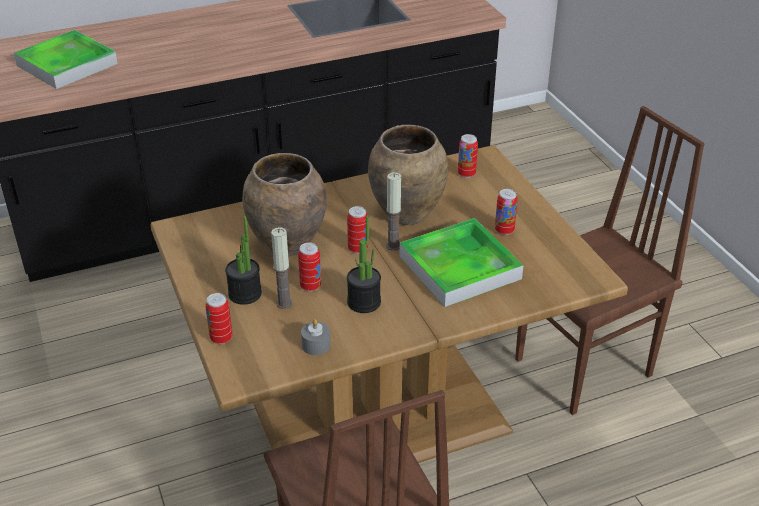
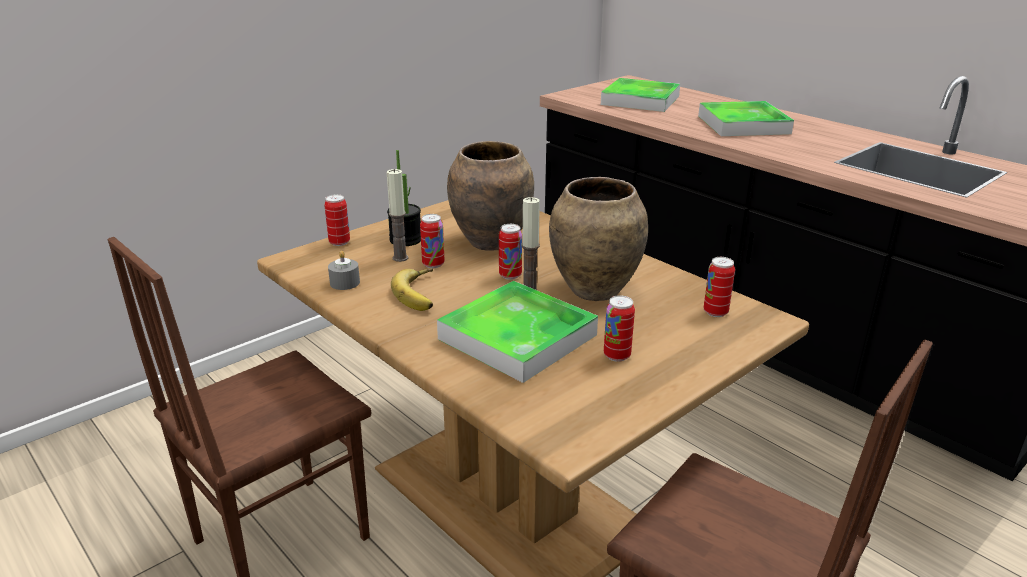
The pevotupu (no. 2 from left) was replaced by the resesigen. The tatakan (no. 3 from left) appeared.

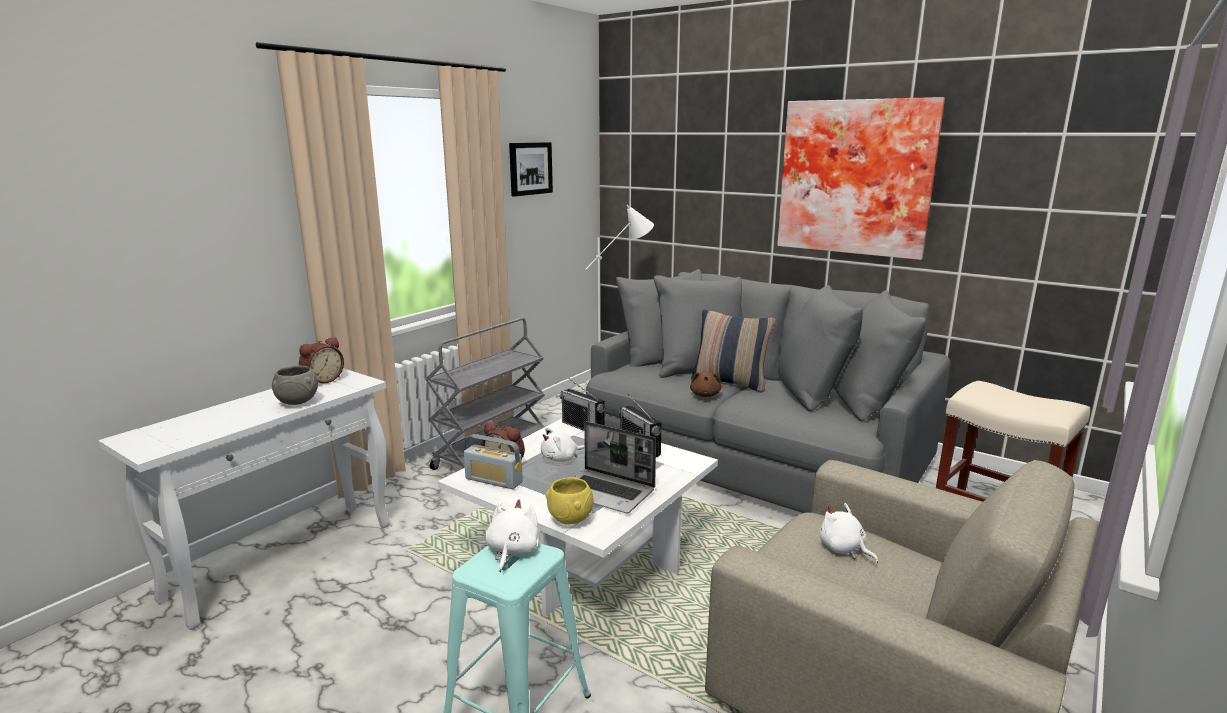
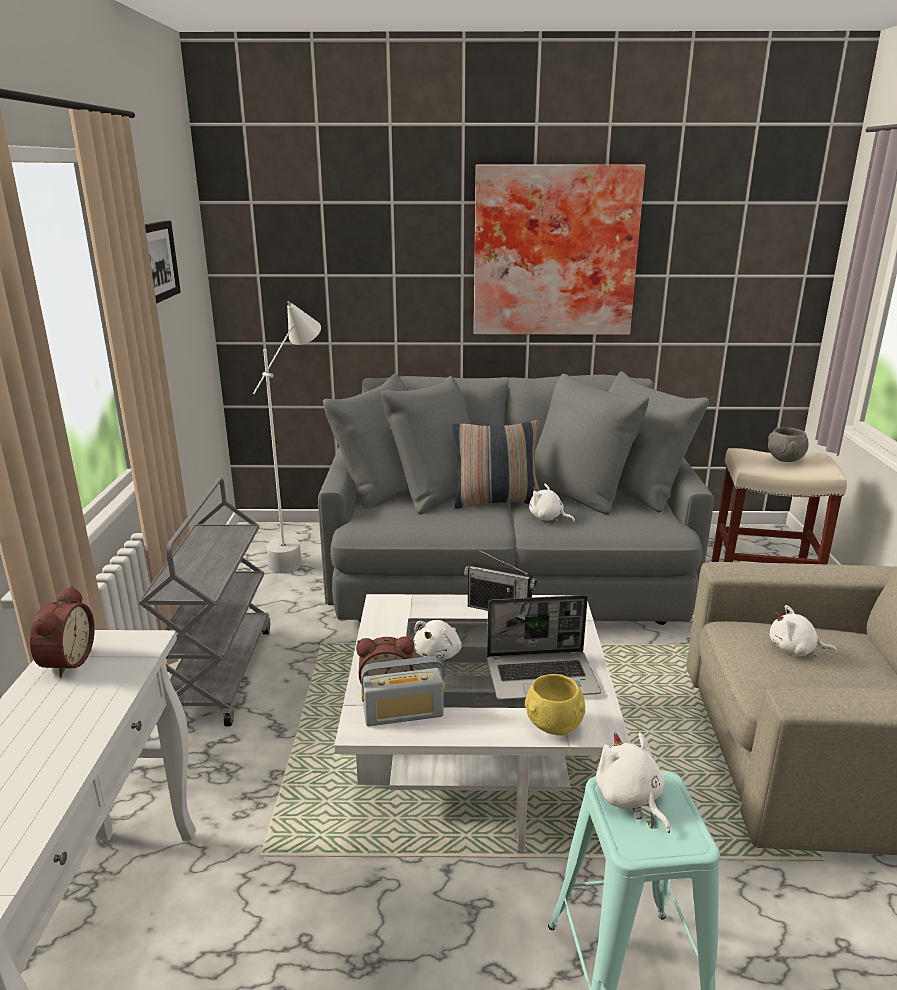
The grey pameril moved. The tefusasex (no. 2 from left) disappeared. The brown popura disappeared. The white popura (no. 2 from left) appeared.

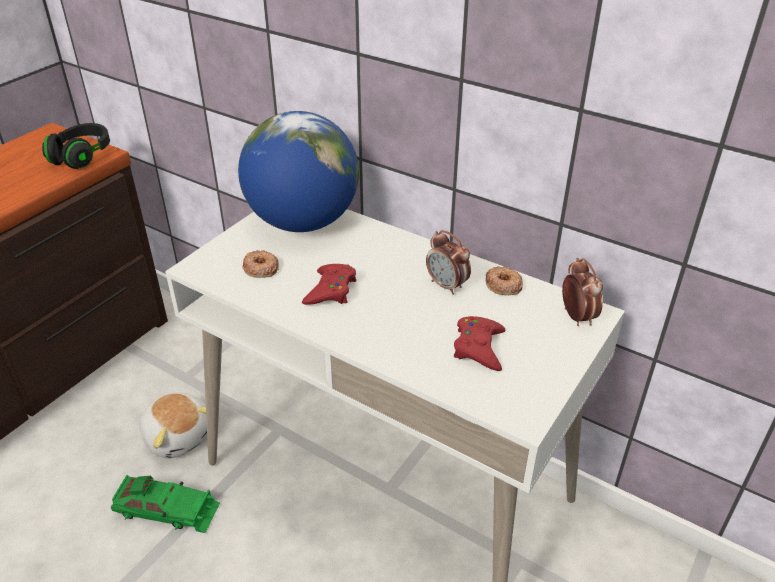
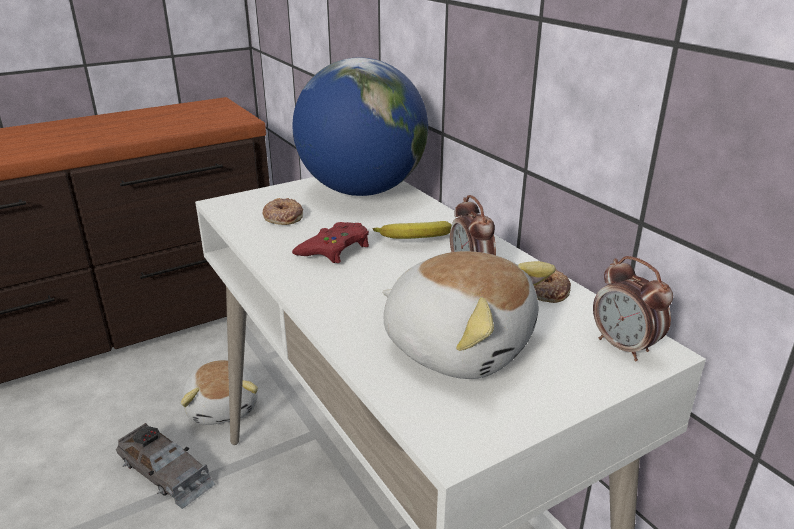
The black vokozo disappeared. The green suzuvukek became the grey suzuvukek. The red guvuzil (no. 2 from left) was replaced by the popura (no. 2 from left). The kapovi (no. 2 from left) turned 135 degrees clockwise. The resesigen appeared.

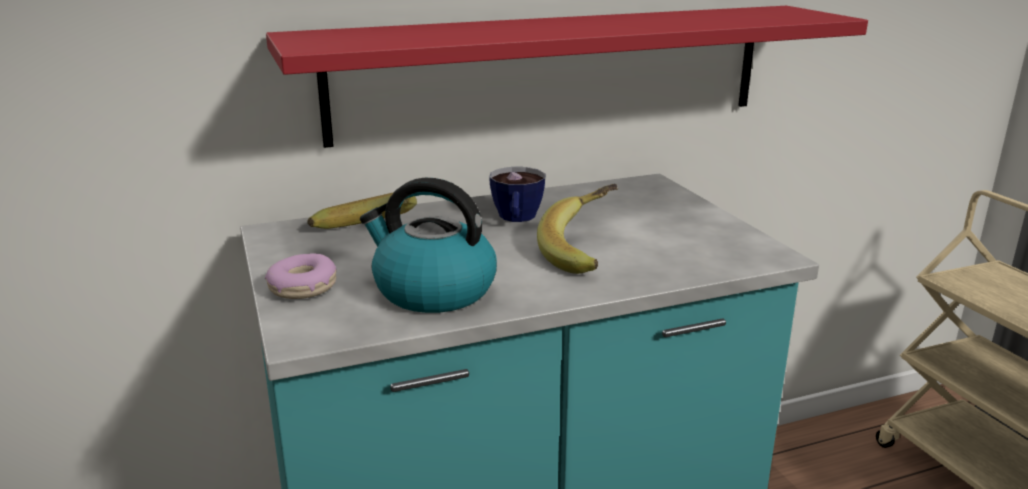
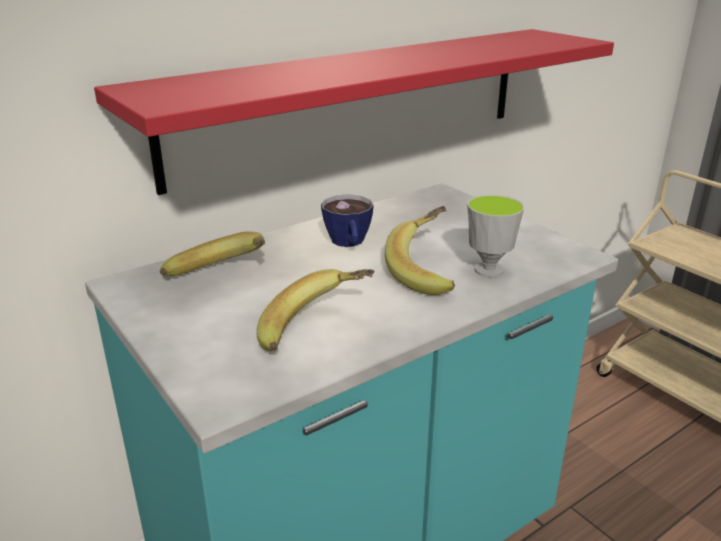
The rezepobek disappeared. The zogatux was replaced by the resesigen (no. 2 from left). The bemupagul (no. 2 from left) appeared.

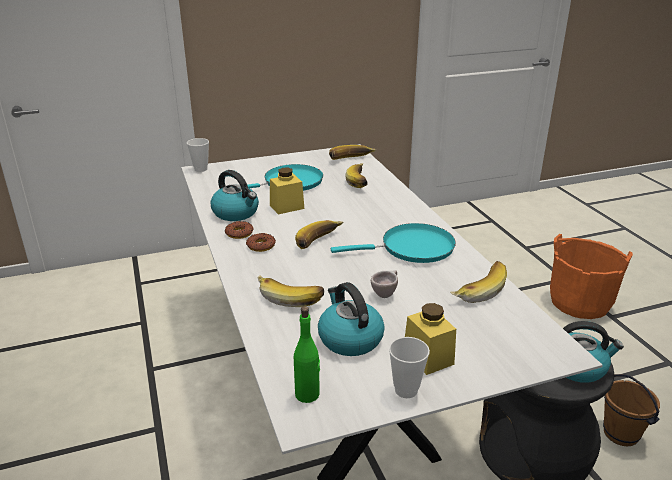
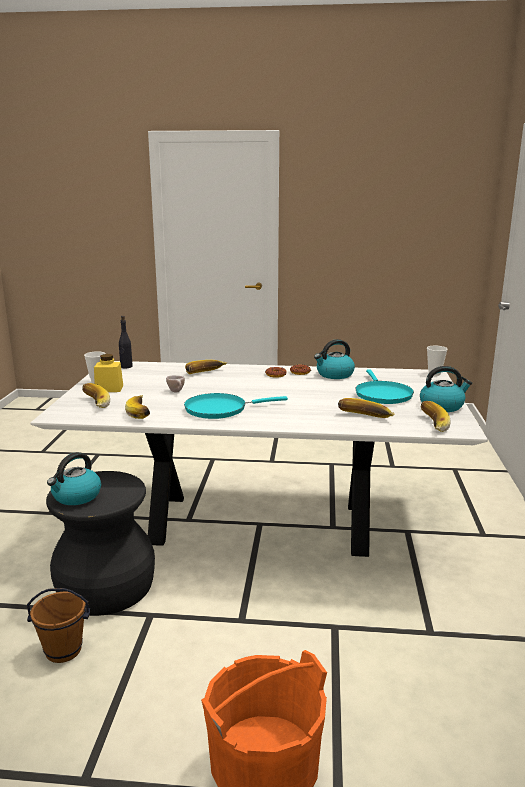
The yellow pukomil (no. 1 from left) disappeared. The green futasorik became the black futasorik. The resesigen (no. 2 from left in the first image) moved. The zogatux (no. 2 from left in the first image) moved. The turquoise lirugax (no. 2 from left in the first image) turned 60 degrees clockwise.

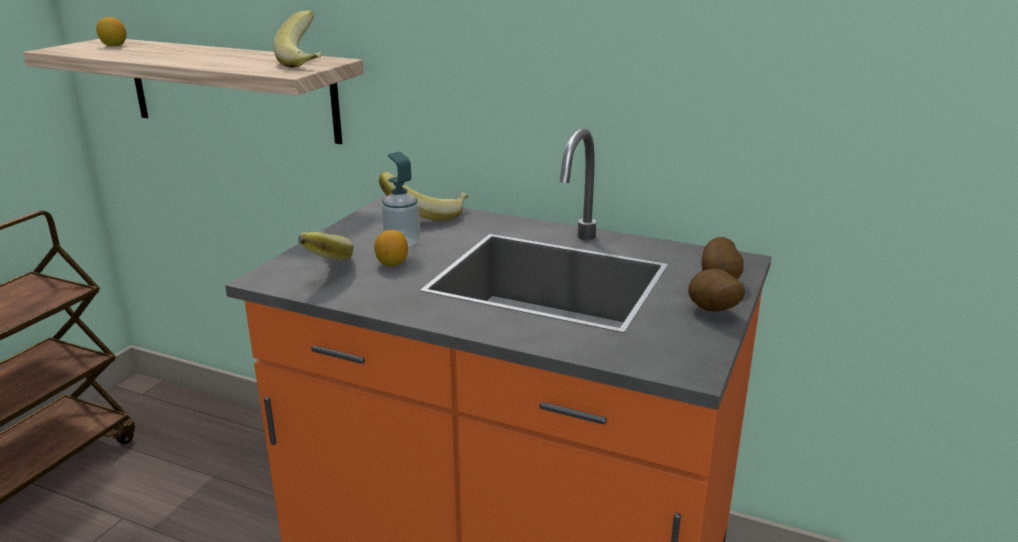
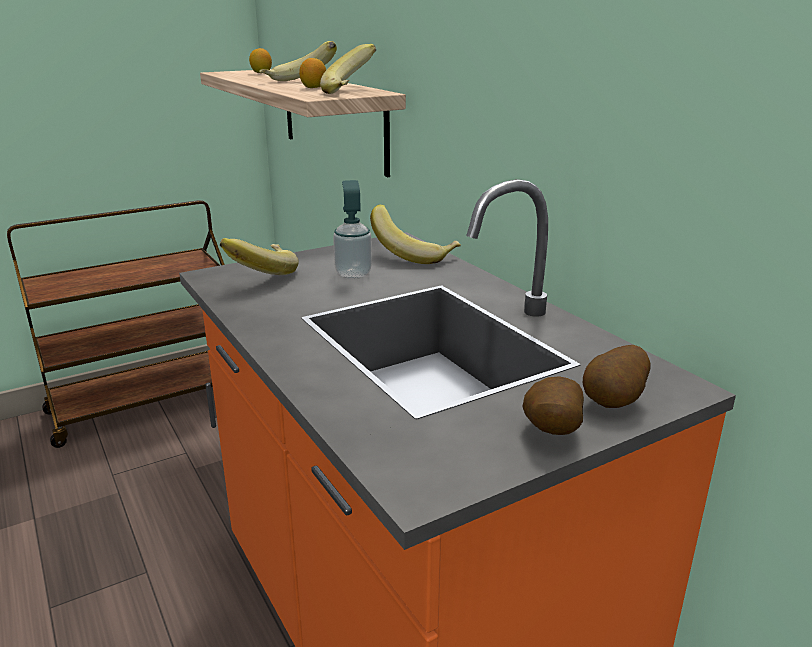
The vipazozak (no. 2 from left) moved. The resesigen (no. 2 from left) appeared.

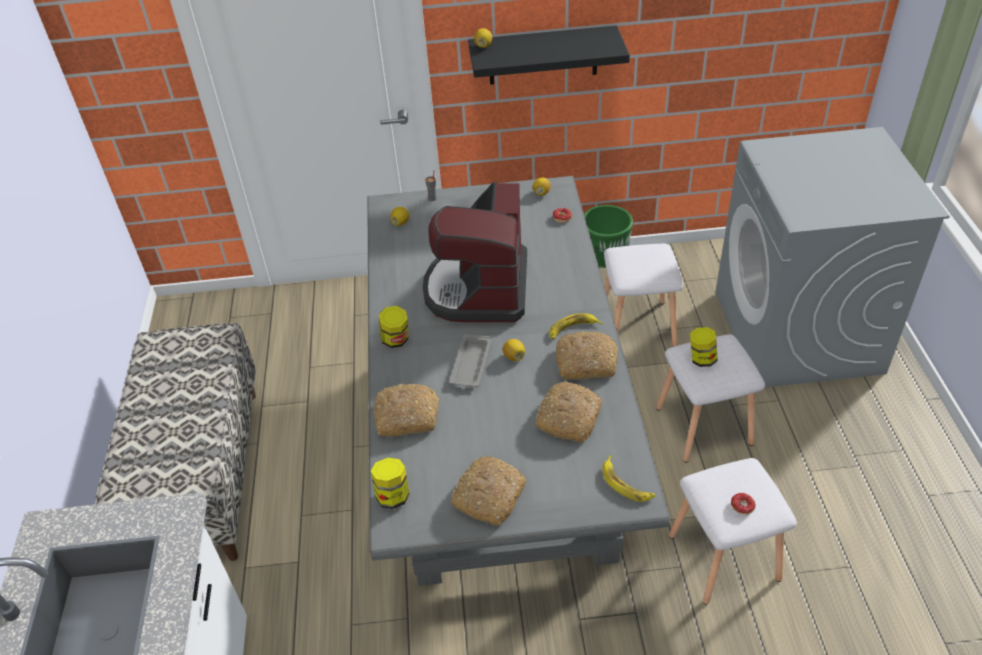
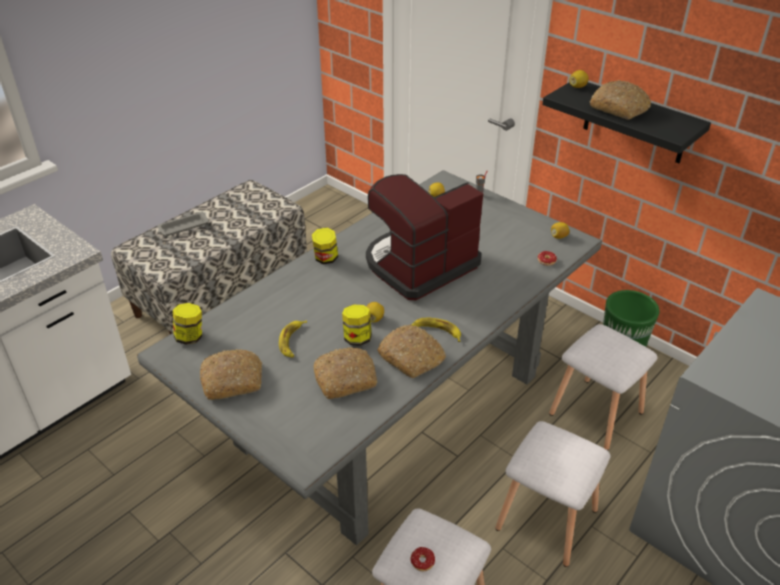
The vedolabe (no. 1 from left in the first image) moved. The grey tatakan moved. The resesigen (no. 2 from left in the first image) moved. The pukomil (no. 3 from left) moved.

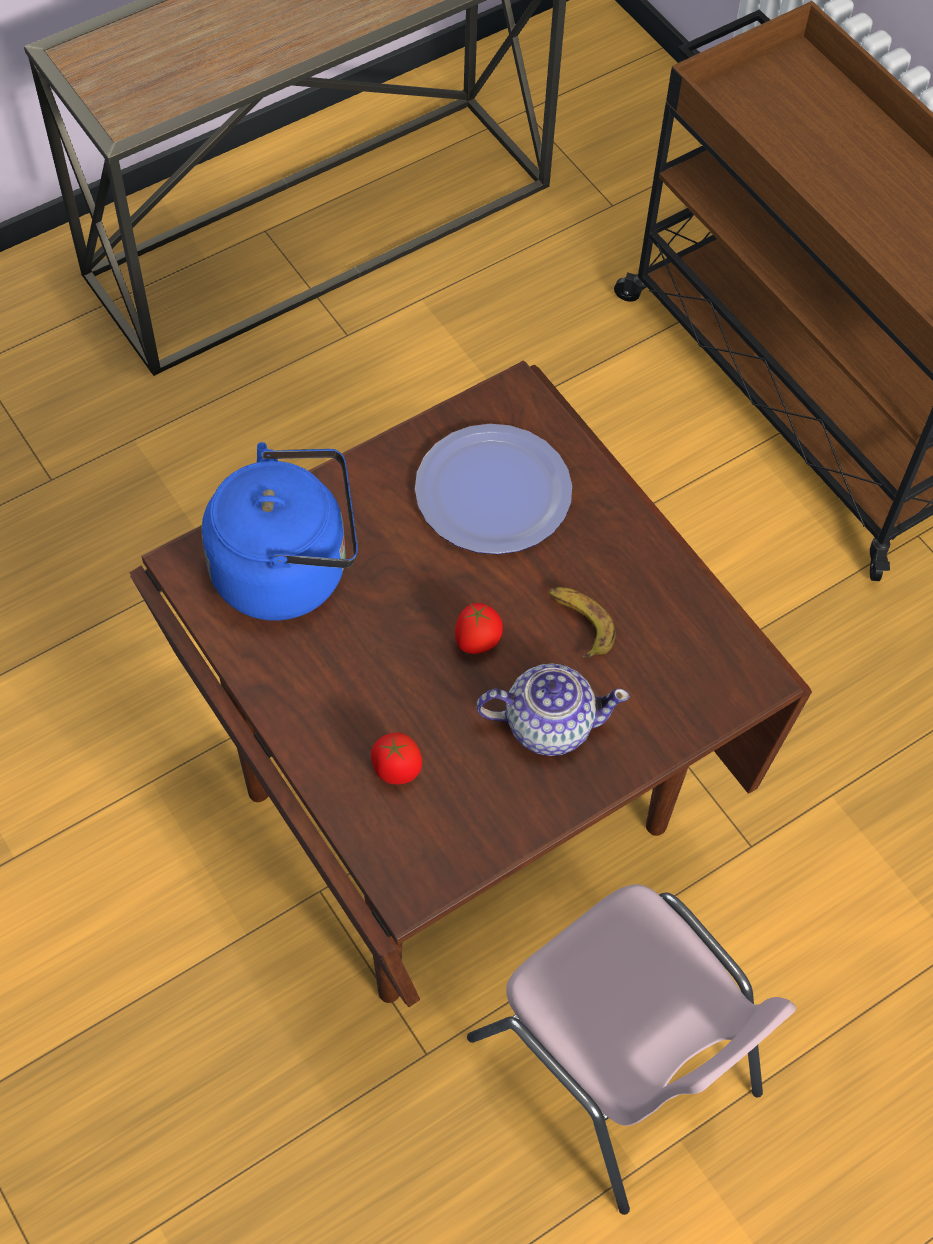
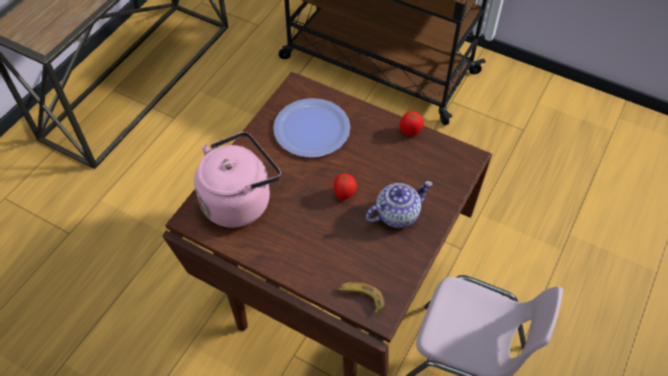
The blue zogatux became the pink zogatux. The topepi (no. 1 from left in the first image) moved. The resesigen moved.

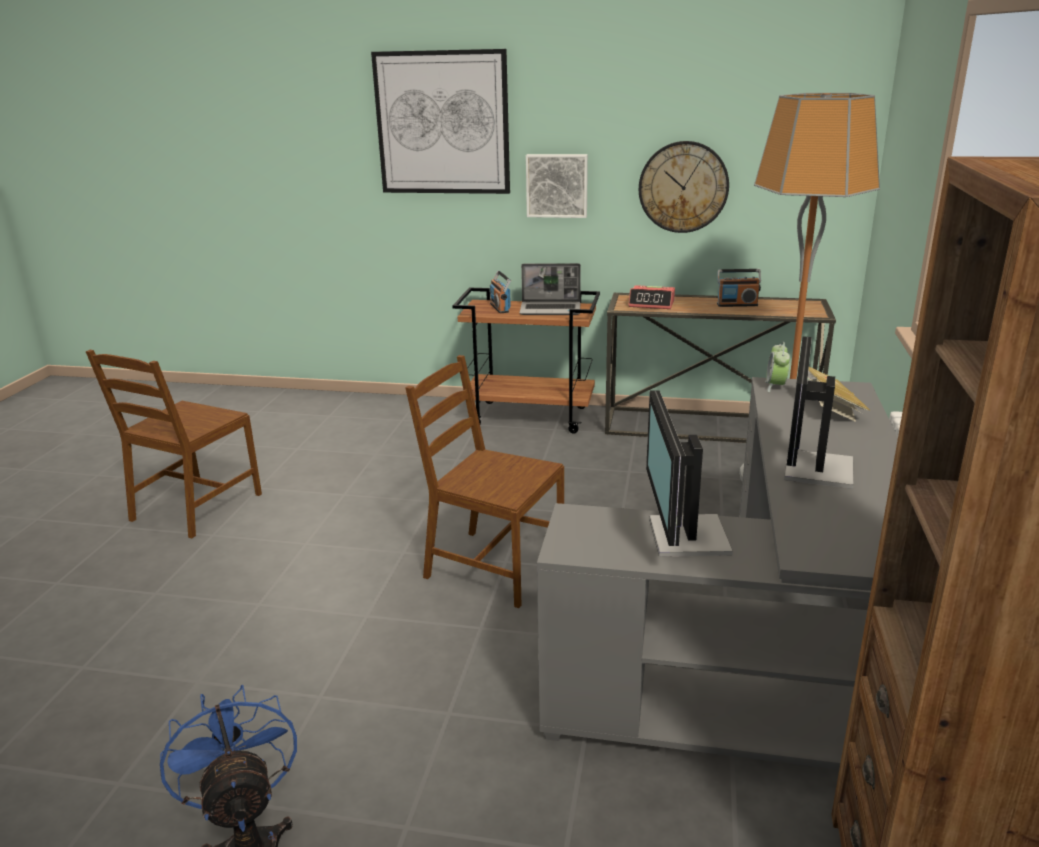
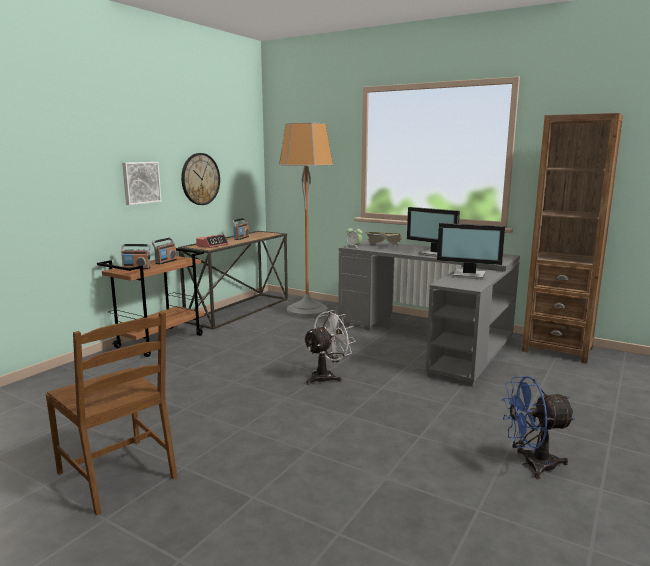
The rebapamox (no. 1 from left) disappeared. The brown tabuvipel (no. 2 from left) was replaced by the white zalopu. The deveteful was replaced by the tefusasex (no. 2 from left).

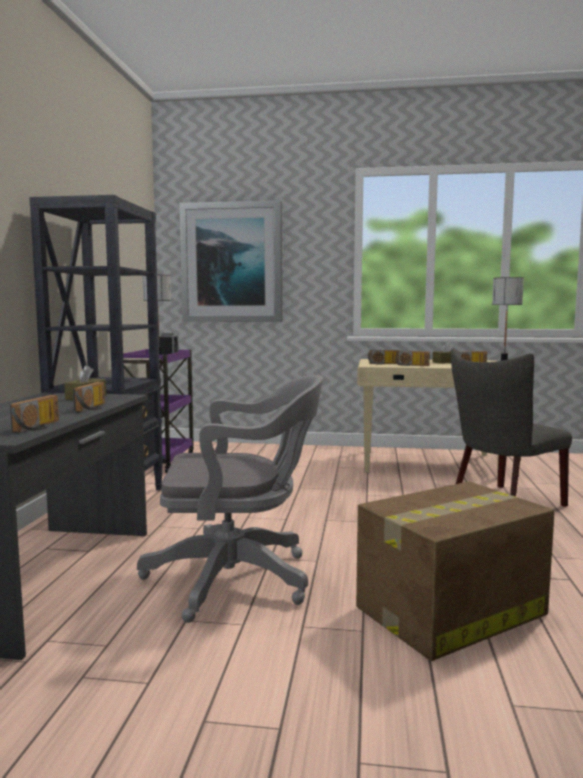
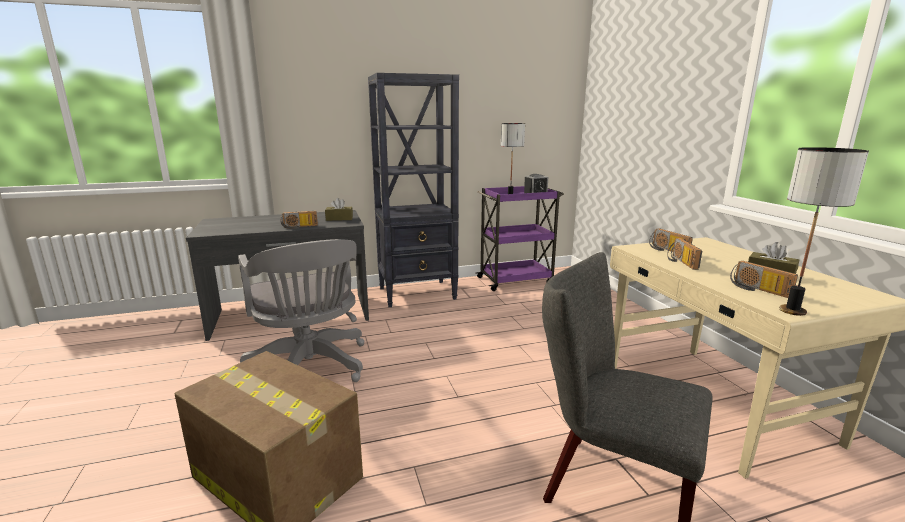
The tefusasex (no. 1 from left) disappeared. The rebapamox disappeared.

